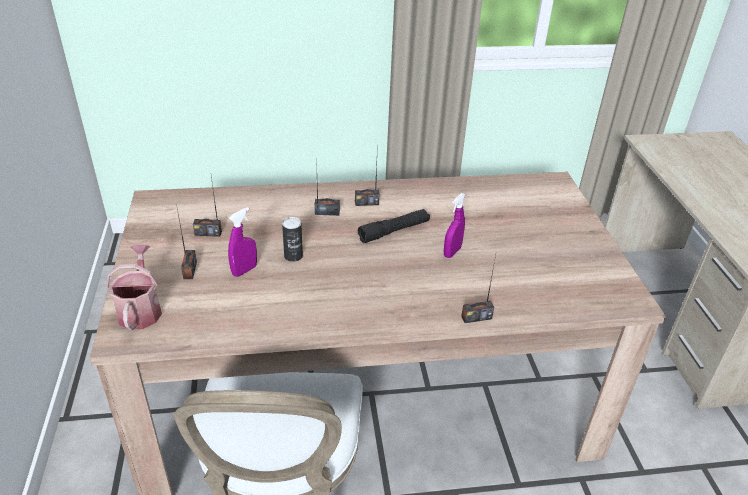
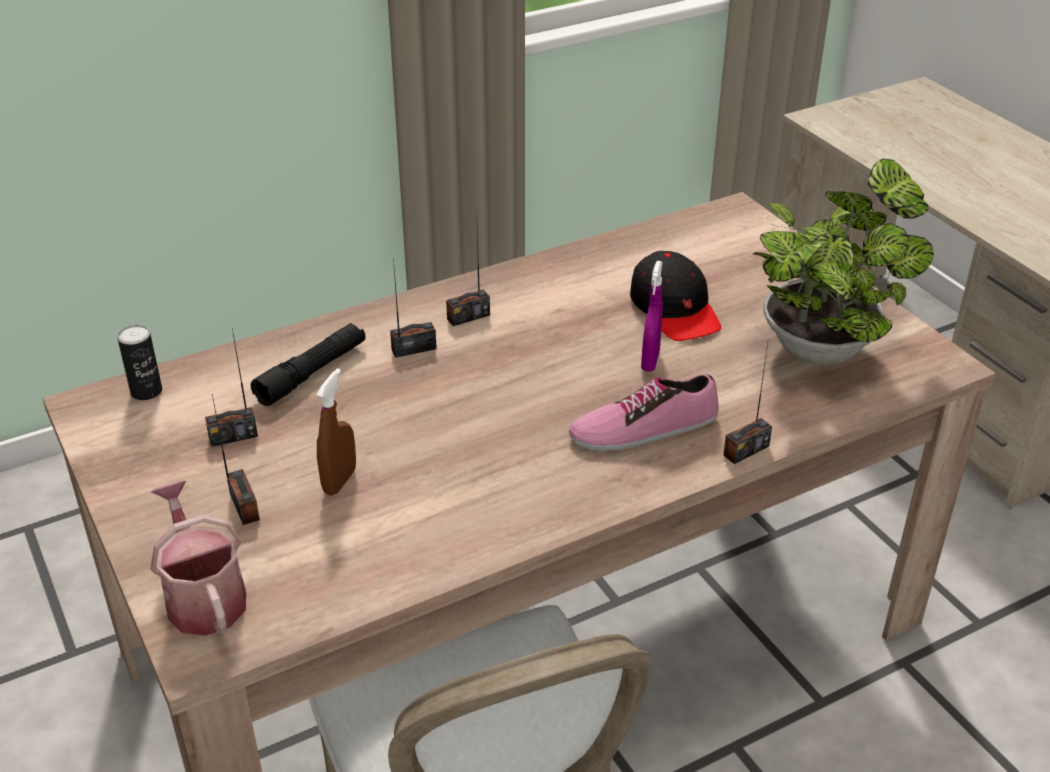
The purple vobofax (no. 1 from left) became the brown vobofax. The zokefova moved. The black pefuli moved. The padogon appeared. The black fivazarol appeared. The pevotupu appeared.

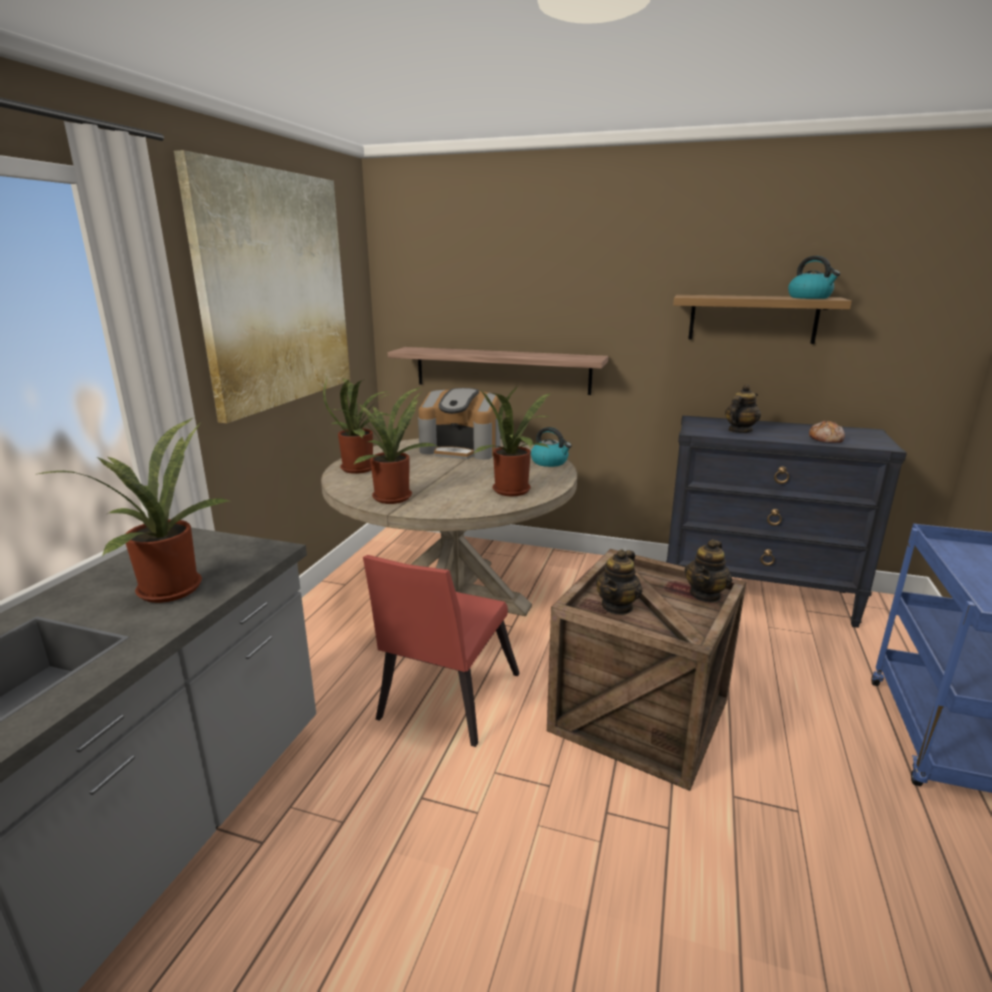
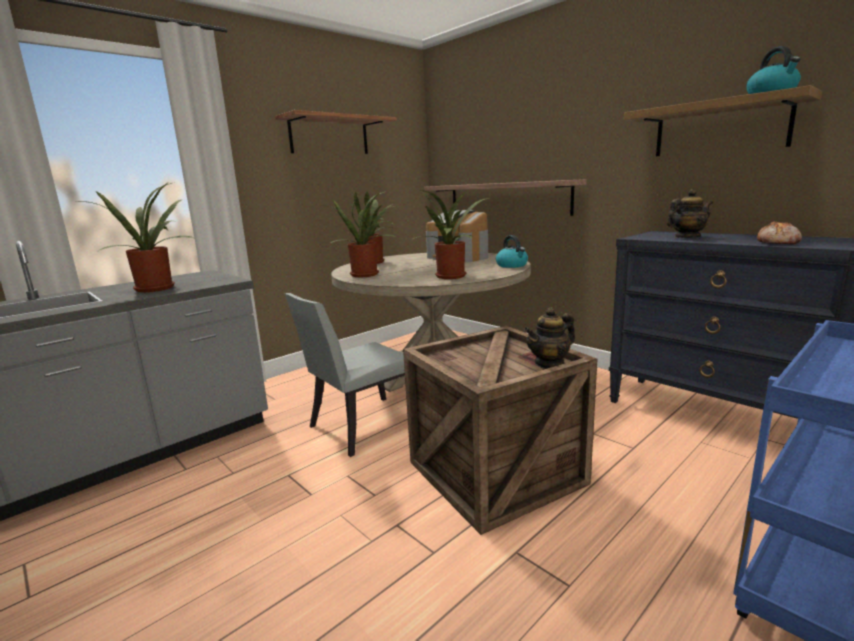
The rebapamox was replaced by the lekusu (no. 1 from left). The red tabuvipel became the grey tabuvipel. The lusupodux (no. 1 from left) disappeared.

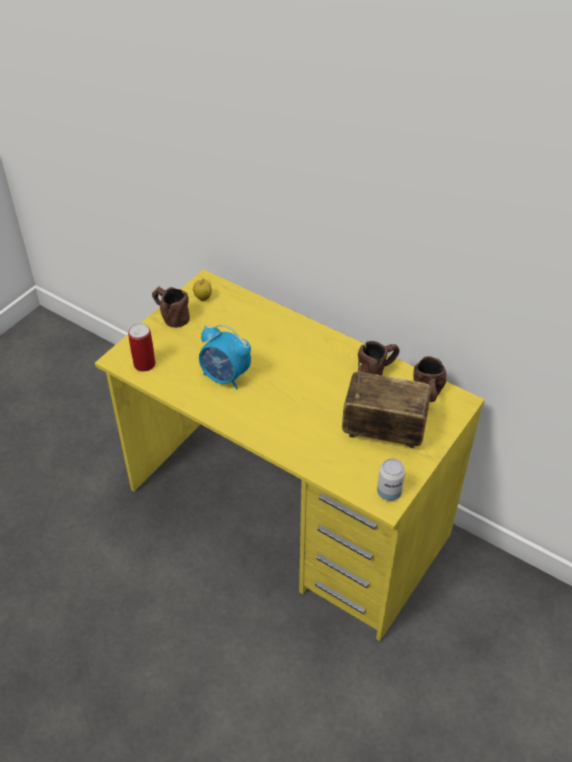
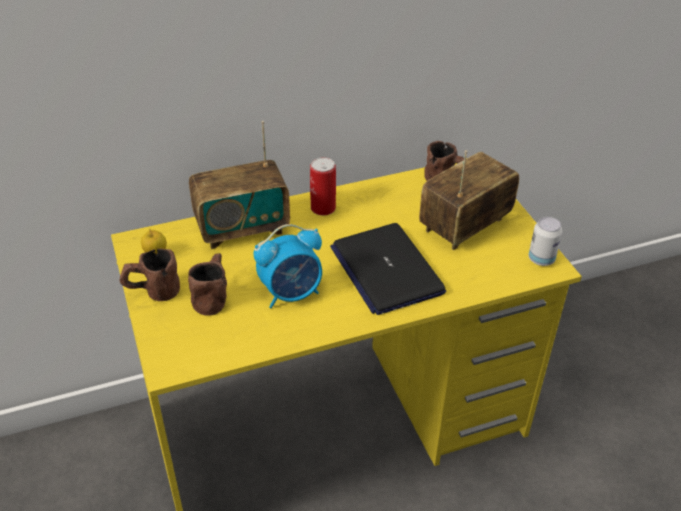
The zokefova (no. 1 from left) moved. The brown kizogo (no. 2 from left) moved. The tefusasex (no. 1 from left) appeared. The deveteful appeared.

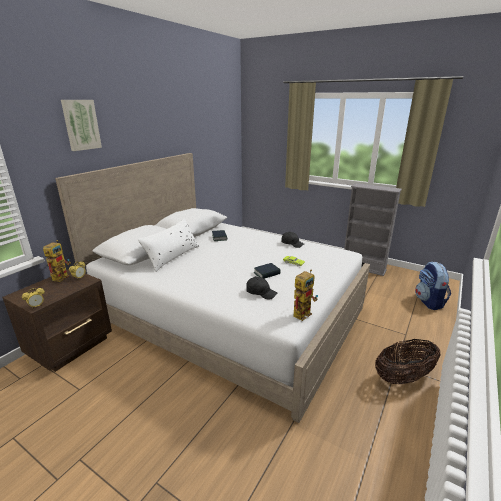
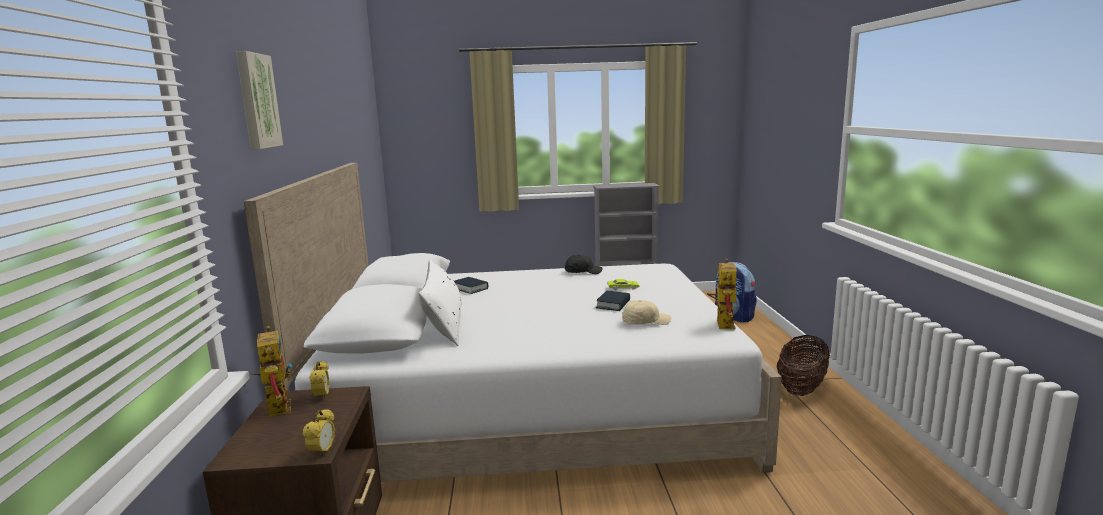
The black fivazarol (no. 1 from left) became the beige fivazarol.

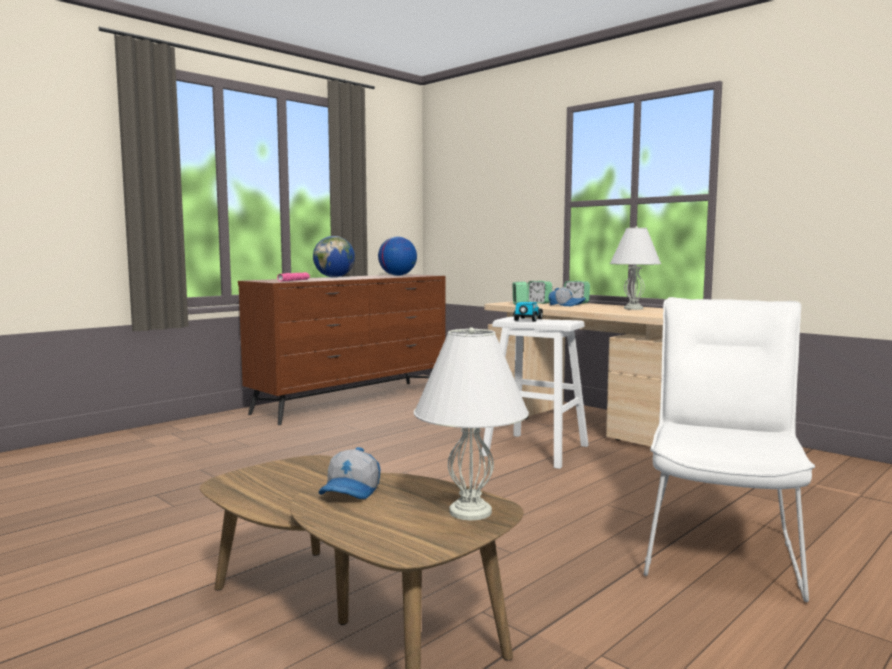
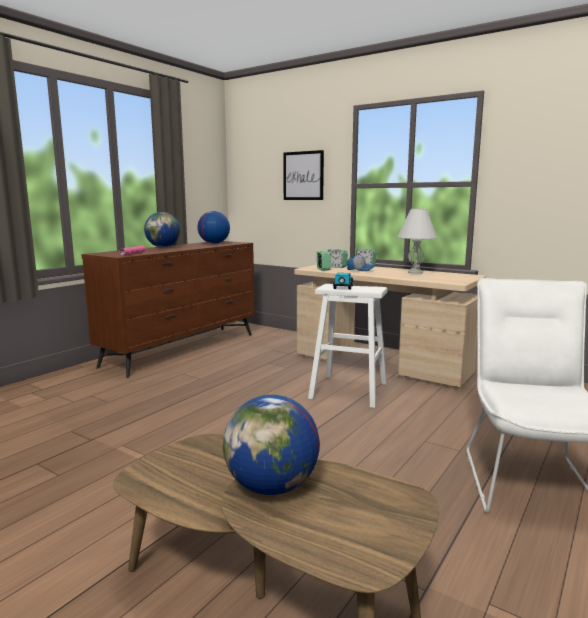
The fivazarol (no. 1 from left) was replaced by the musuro (no. 3 from left). The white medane (no. 1 from left) disappeared. The rebapamox appeared.

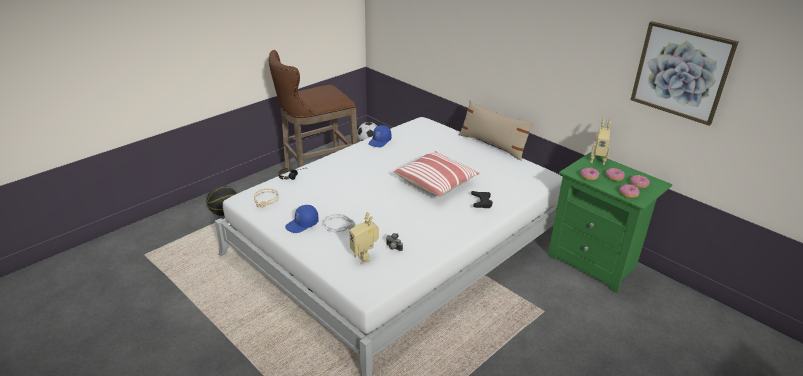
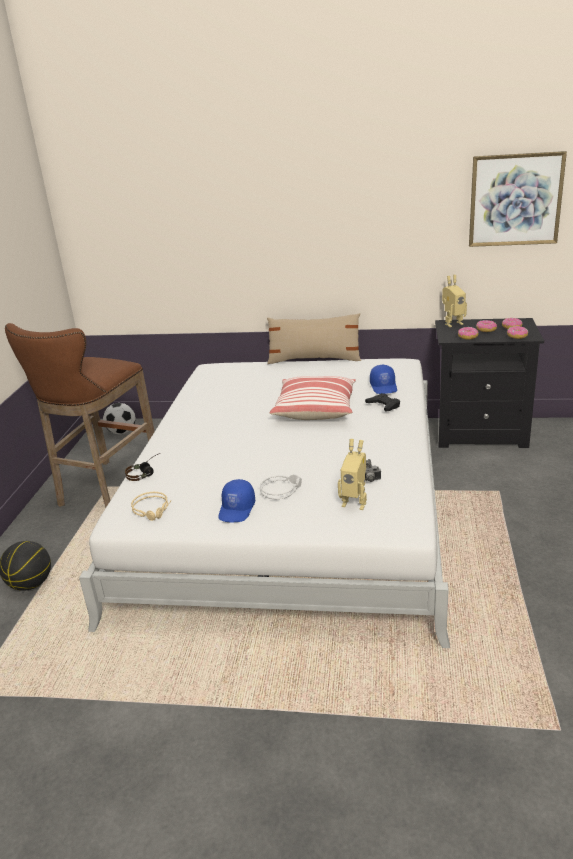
The blue fivazarol (no. 2 from left) moved. The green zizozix became the black zizozix.

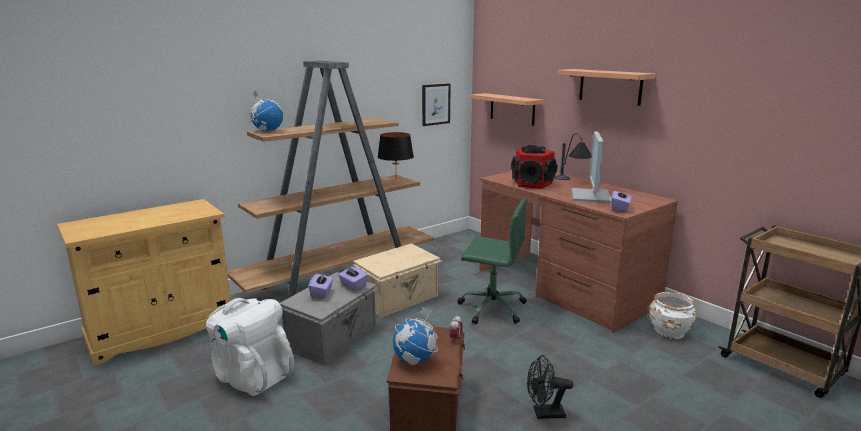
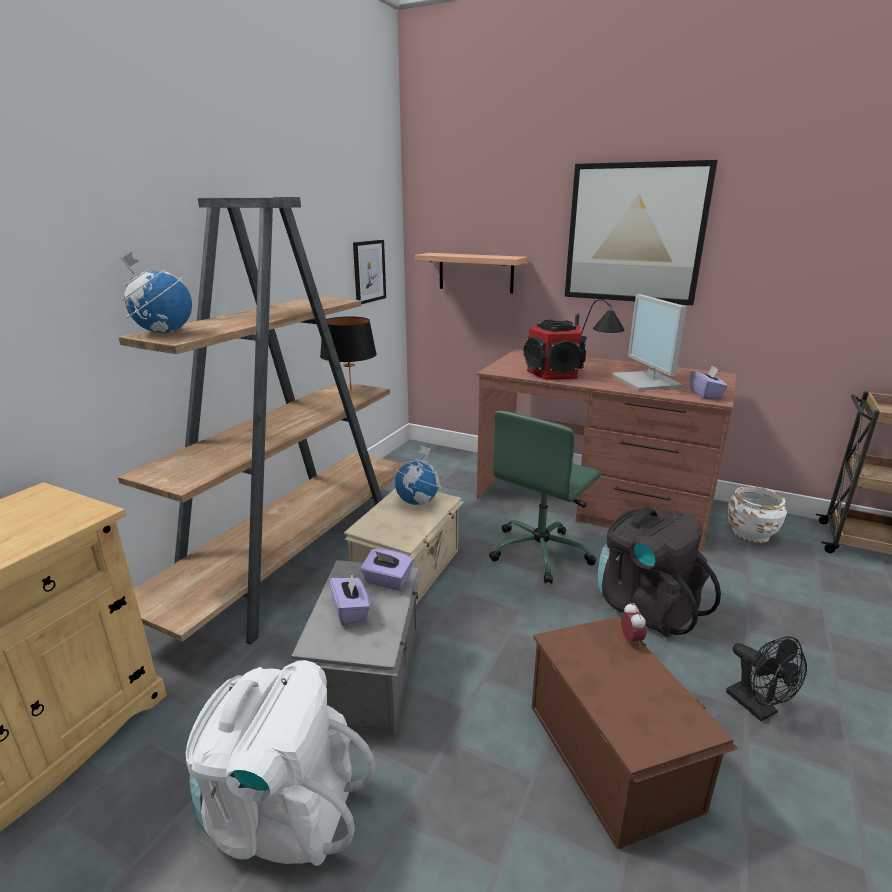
The musuro (no. 2 from left) moved. The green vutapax turned 135 degrees clockwise. The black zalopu turned 90 degrees counterclockwise. The lekusu (no. 2 from left) was replaced by the rebapamox (no. 2 from left). The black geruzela appeared.

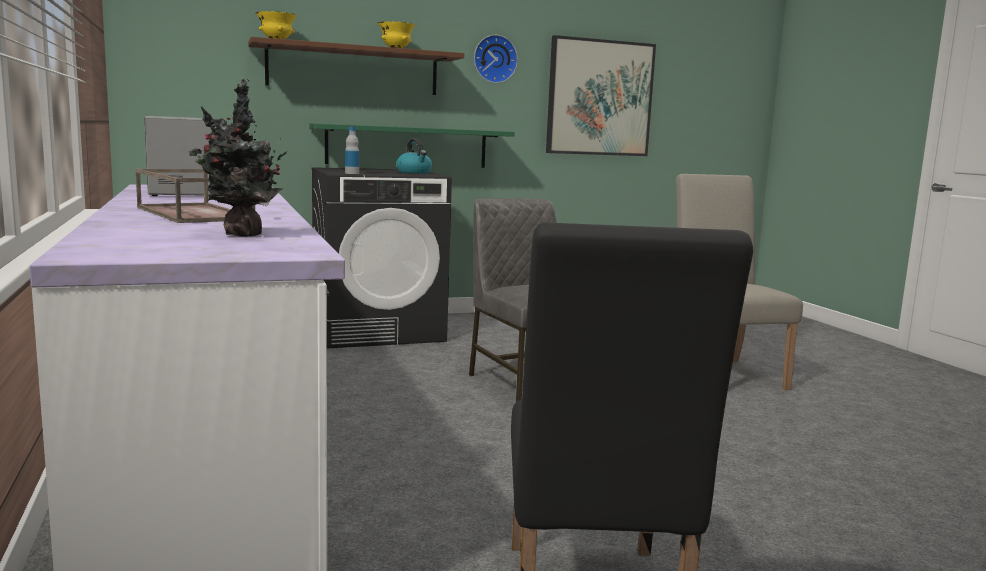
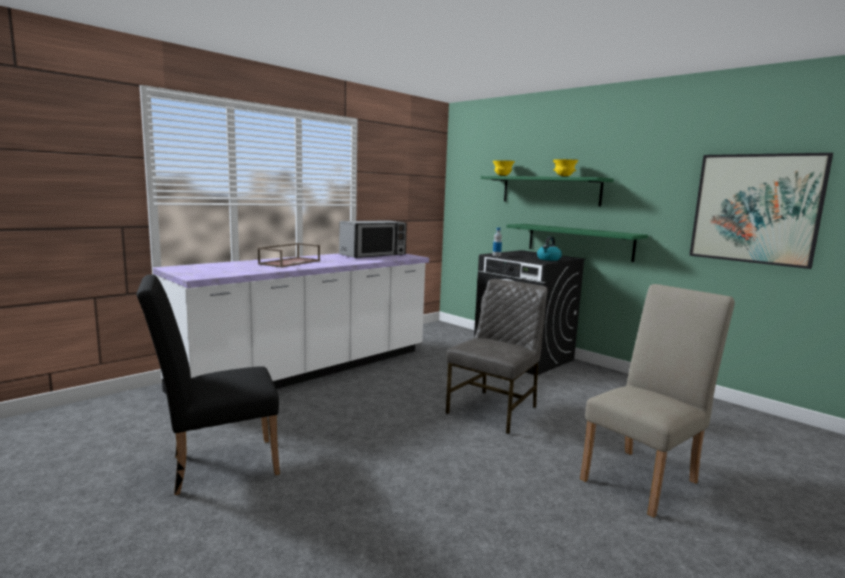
The pevotupu disappeared. The brown lekusu became the green lekusu (no. 1 from left). The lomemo disappeared.

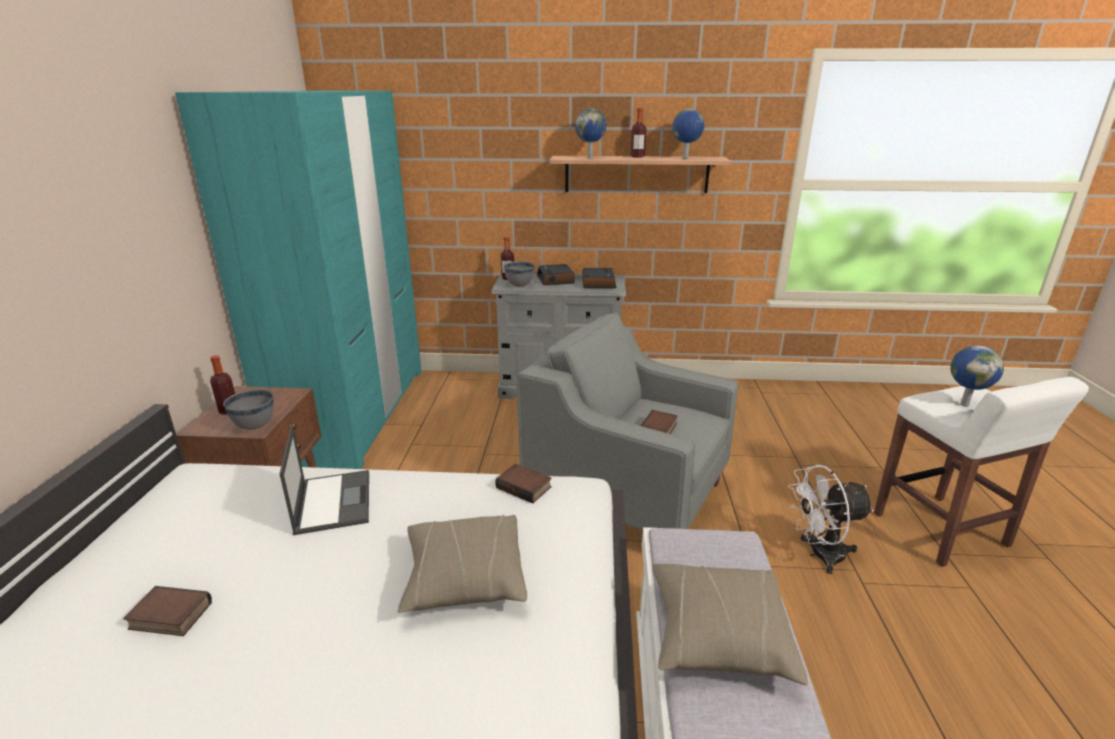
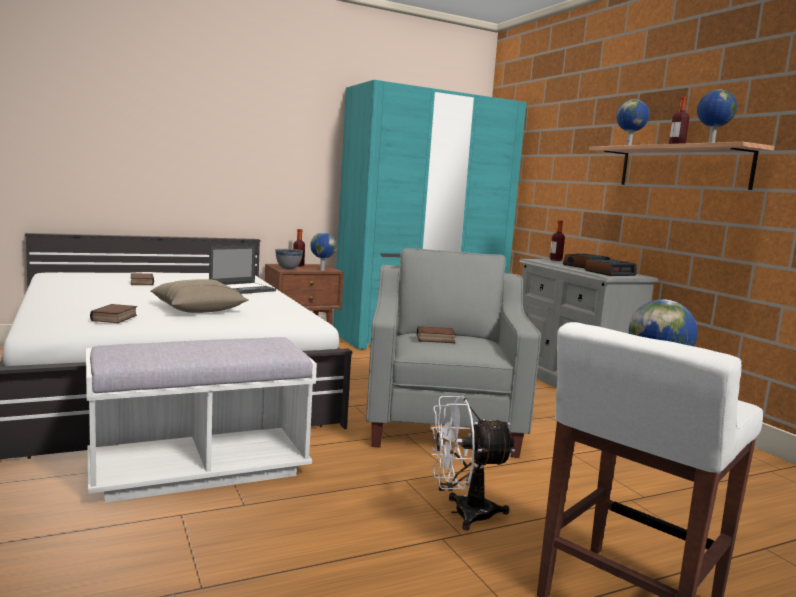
The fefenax (no. 2 from left in the first image) moved. The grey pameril (no. 2 from left) disappeared. The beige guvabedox (no. 2 from left) disappeared. The white zalopu turned 60 degrees counterclockwise. The musuro (no. 1 from left) appeared.

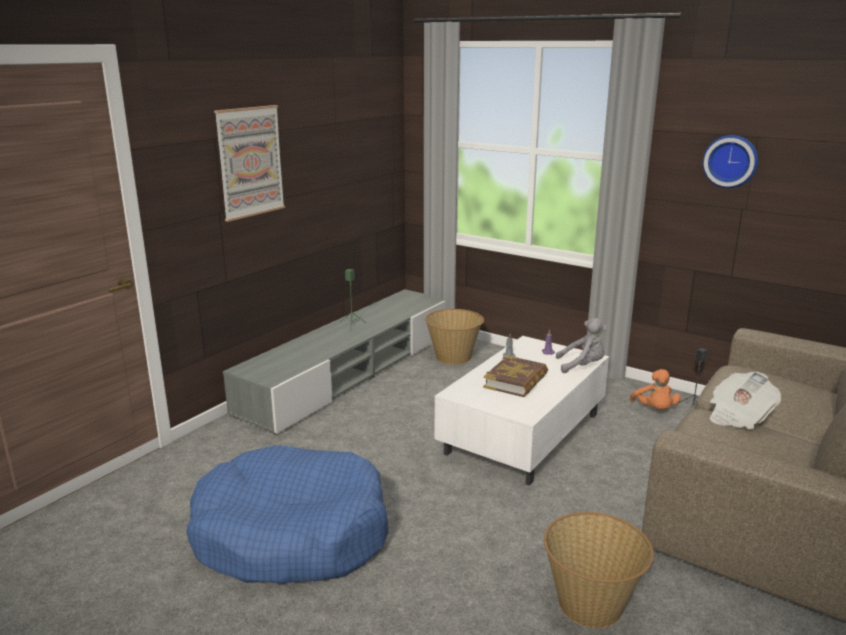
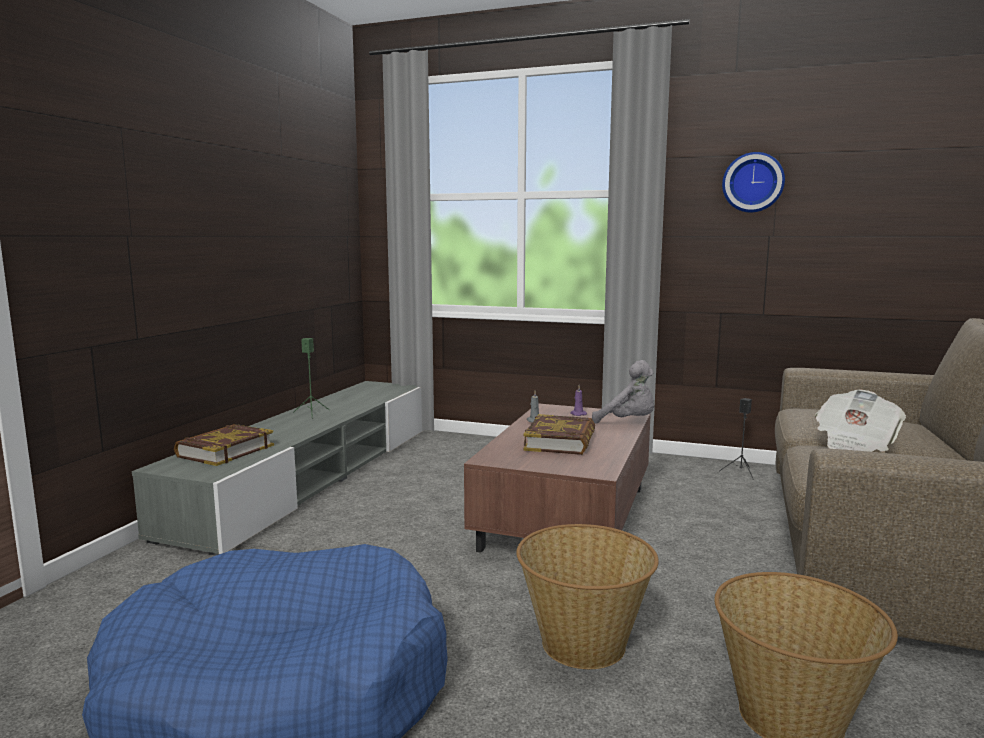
The rebapamox disappeared. The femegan (no. 1 from left) moved. The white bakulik became the brown bakulik. The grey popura turned 45 degrees clockwise. The orange popura disappeared. The fefenax (no. 1 from left) appeared.

